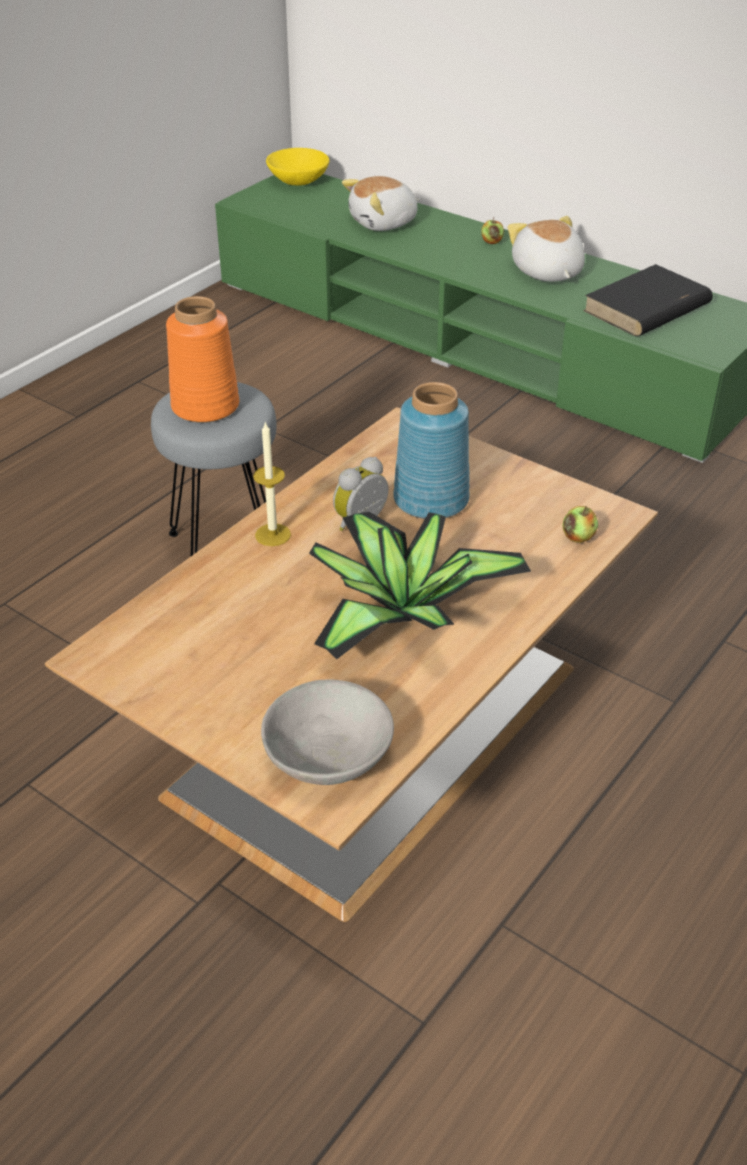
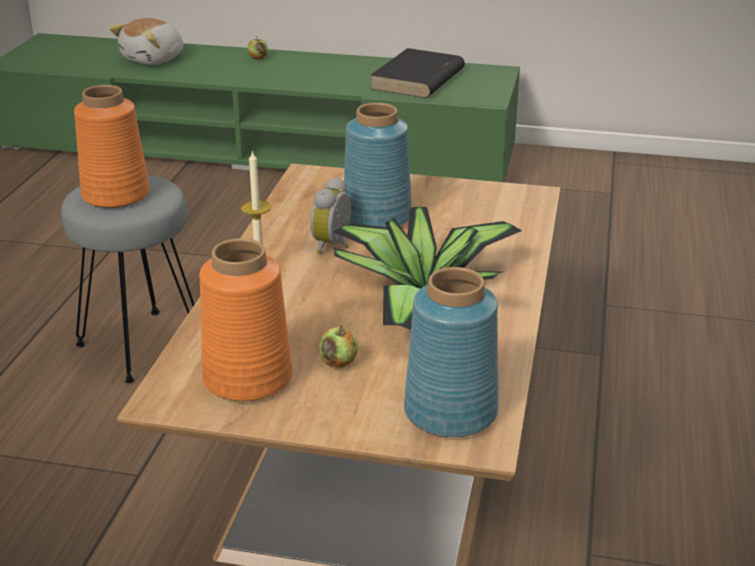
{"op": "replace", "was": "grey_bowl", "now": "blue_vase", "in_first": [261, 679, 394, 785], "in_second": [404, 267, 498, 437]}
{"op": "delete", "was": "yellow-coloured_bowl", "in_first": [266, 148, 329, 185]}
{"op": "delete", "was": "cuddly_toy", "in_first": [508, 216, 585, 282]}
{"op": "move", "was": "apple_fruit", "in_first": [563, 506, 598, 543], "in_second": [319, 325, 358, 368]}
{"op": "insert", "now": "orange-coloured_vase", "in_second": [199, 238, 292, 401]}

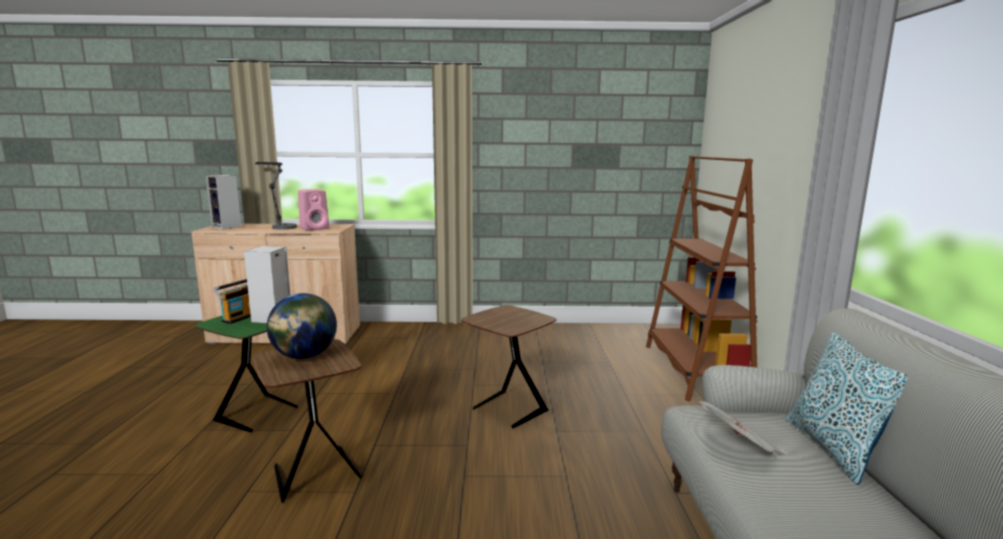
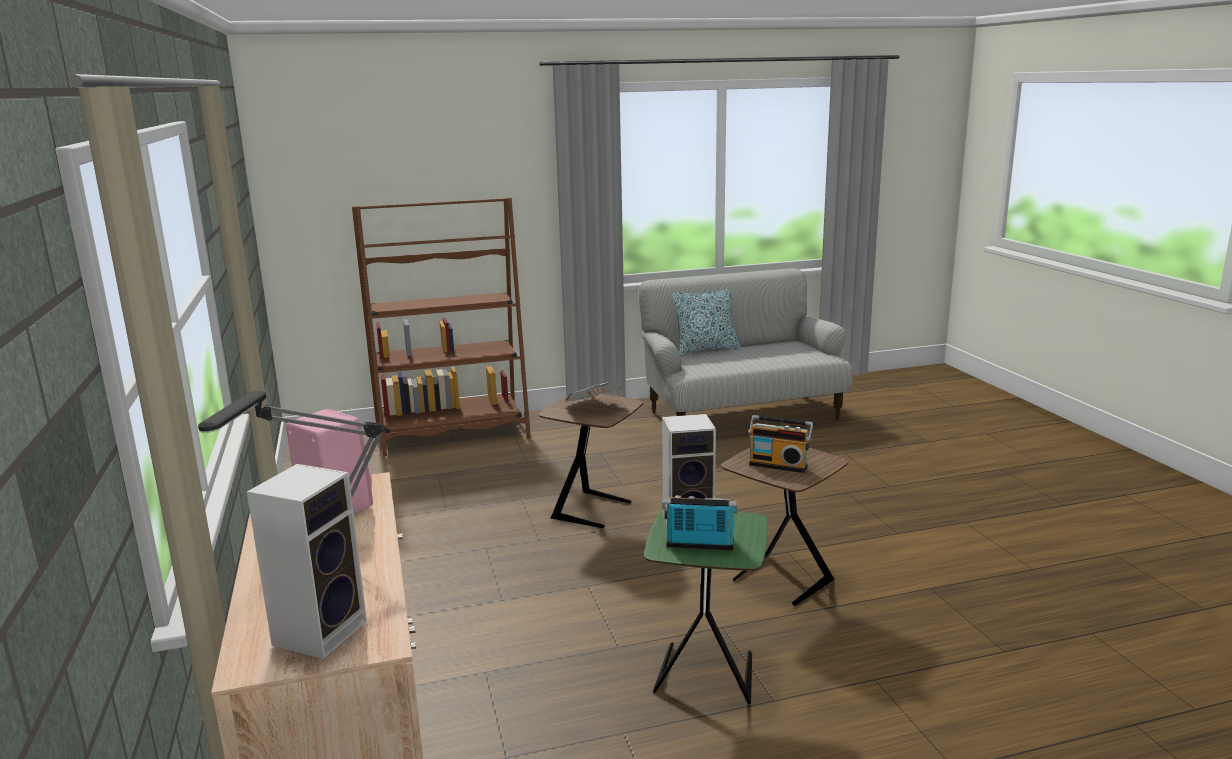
{"op": "replace", "was": "world_globe", "now": "radio_receiver", "in_first": [267, 293, 337, 359], "in_second": [748, 415, 813, 473]}
{"op": "move", "was": "printed_paper", "in_first": [699, 401, 788, 455], "in_second": [564, 381, 624, 402]}

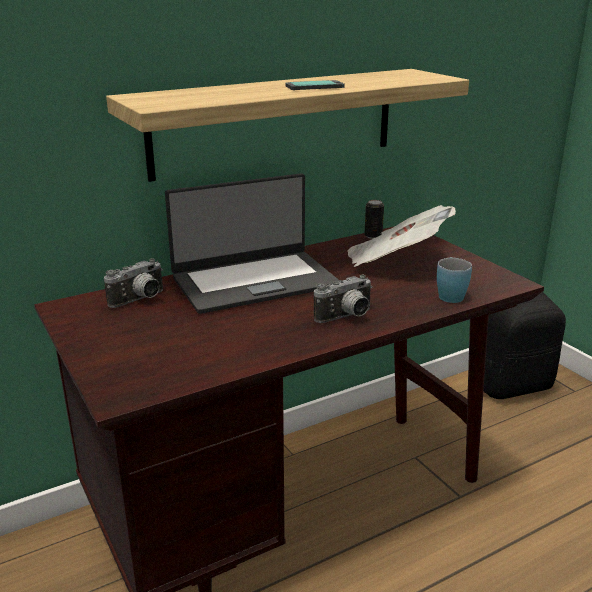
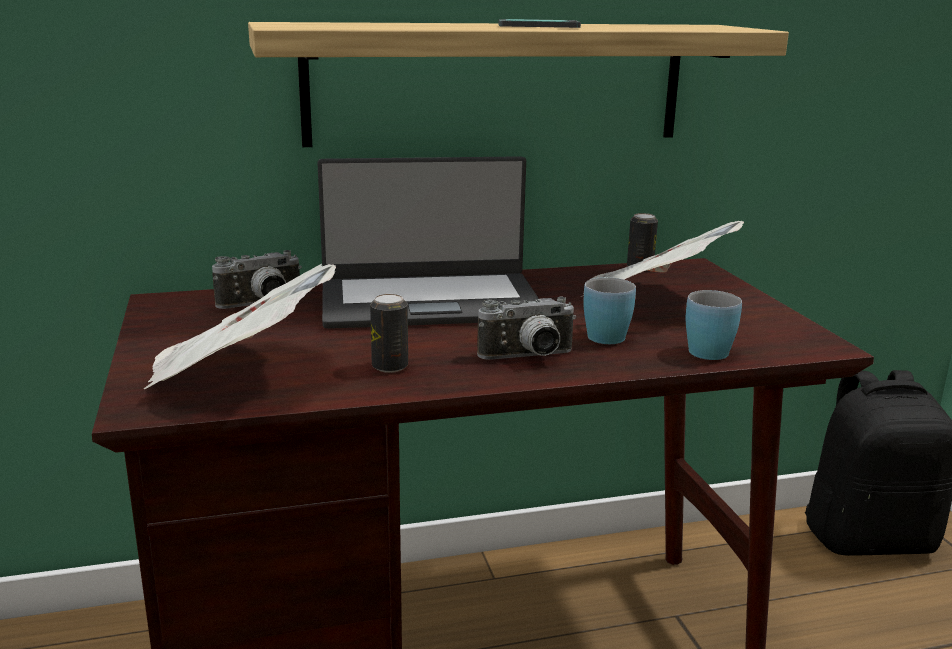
{"op": "insert", "now": "printed_paper", "in_second": [144, 264, 336, 389]}
{"op": "insert", "now": "can", "in_second": [370, 294, 408, 373]}
{"op": "insert", "now": "blue_coffee_mug", "in_second": [583, 277, 636, 344]}

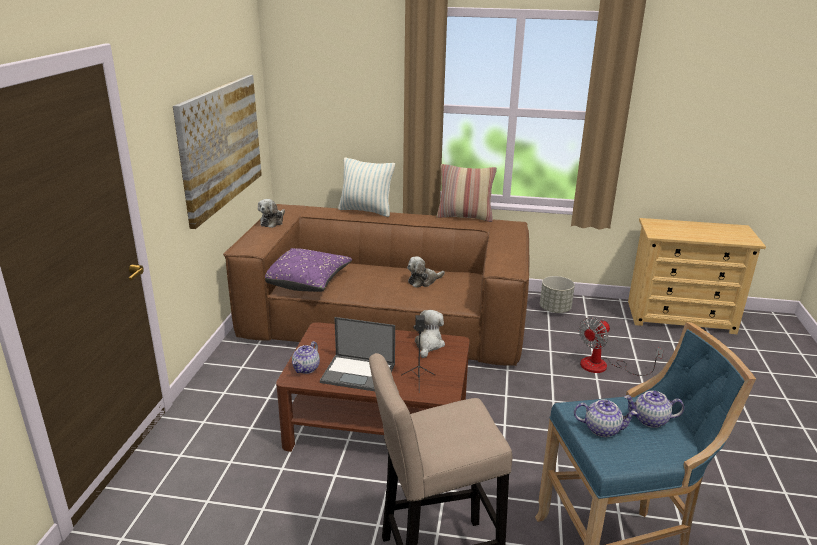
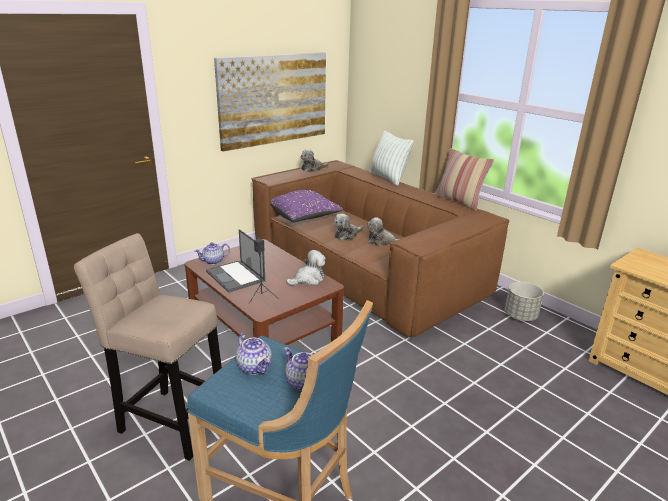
{"op": "delete", "was": "electric_fan", "in_first": [579, 317, 664, 376]}
{"op": "insert", "now": "cuddly_toy", "in_second": [334, 214, 364, 241]}

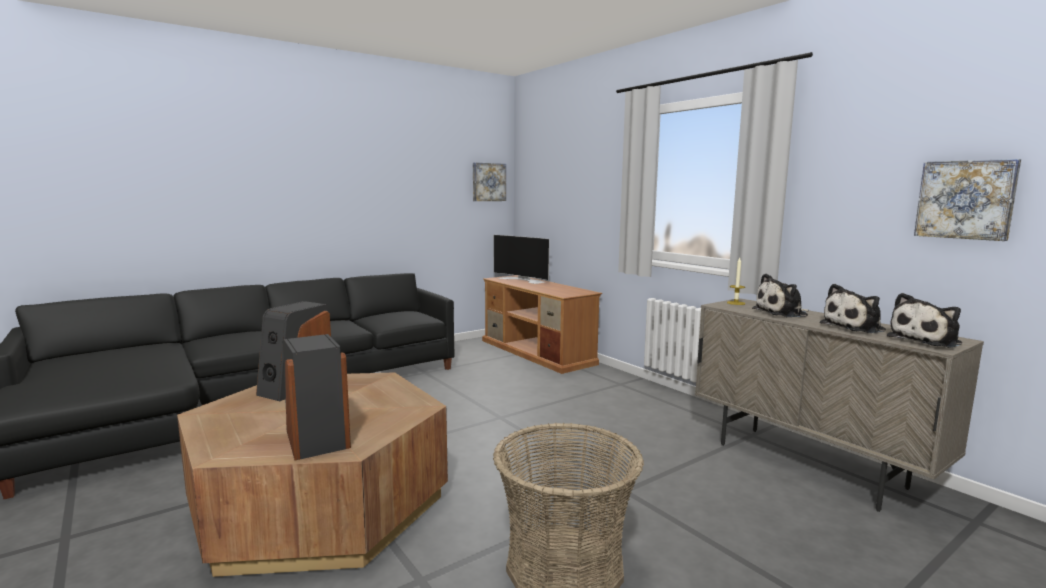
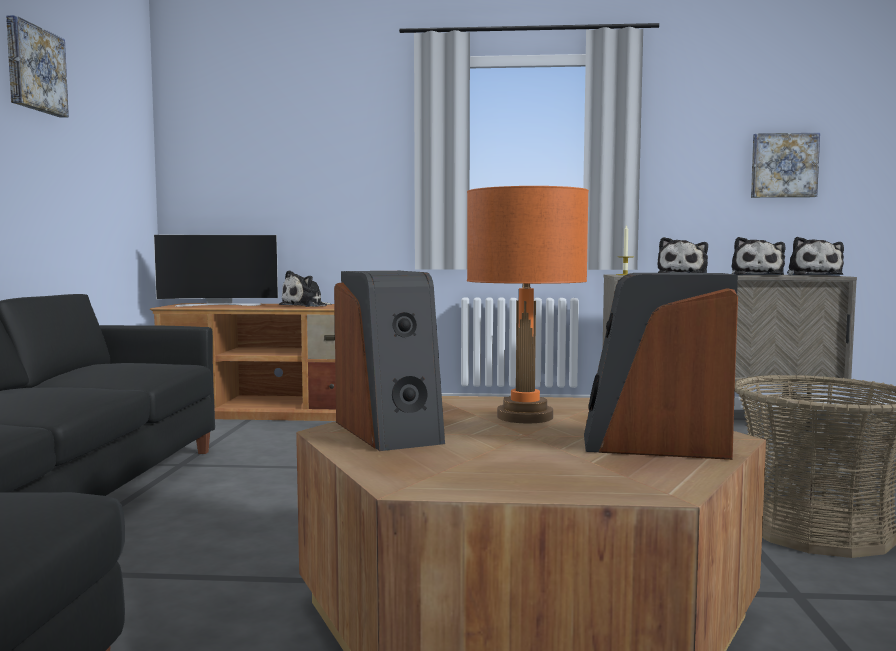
{"op": "move", "was": "picture", "in_first": [473, 163, 506, 201], "in_second": [6, 15, 69, 118]}
{"op": "insert", "now": "cuddly_toy", "in_second": [279, 270, 332, 307]}
{"op": "insert", "now": "orange-coloured_lamp_for_a_table", "in_second": [467, 186, 589, 423]}

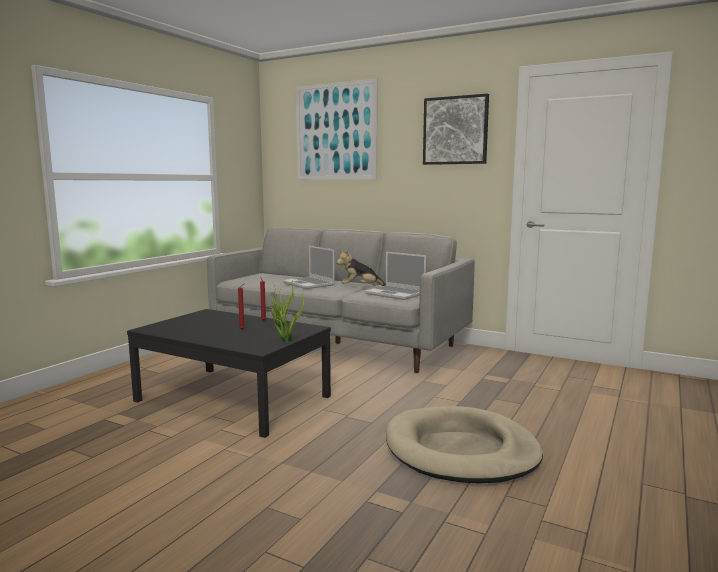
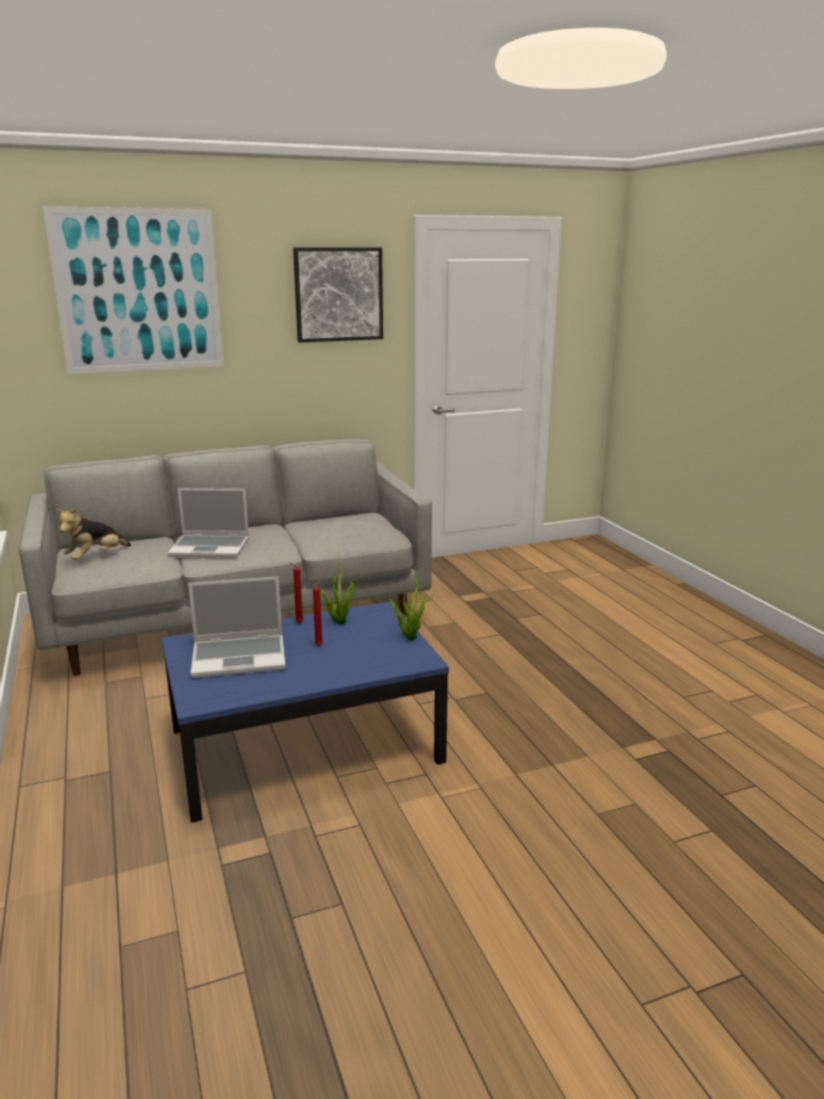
{"op": "recolor", "was": "black_lounge_table", "now": "blue_lounge_table", "in_first": [127, 309, 331, 438], "in_second": [161, 602, 449, 823]}
{"op": "move", "was": "cuddly_toy", "in_first": [337, 250, 386, 286], "in_second": [56, 508, 131, 560]}
{"op": "move", "was": "notebook_computer", "in_first": [365, 252, 426, 300], "in_second": [188, 576, 285, 678]}
{"op": "delete", "was": "beige-coloured_dog_cushion", "in_first": [386, 406, 543, 484]}

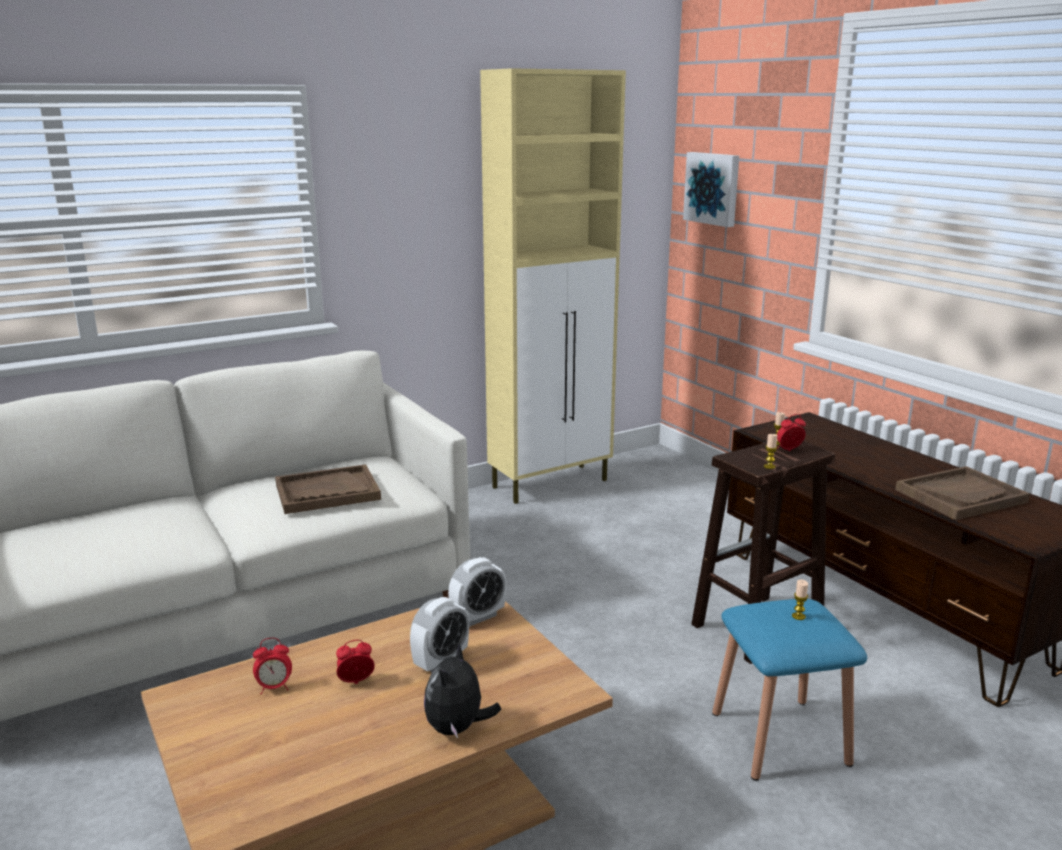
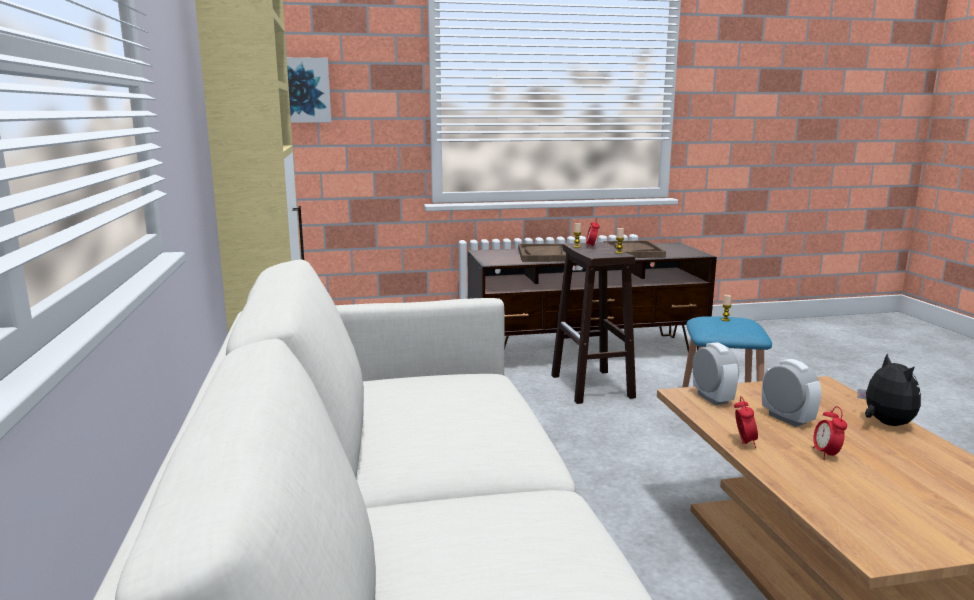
{"op": "move", "was": "alarm_clock", "in_first": [253, 638, 292, 695], "in_second": [734, 396, 758, 448]}
{"op": "move", "was": "brown-coloured_serving_tray", "in_first": [275, 464, 381, 514], "in_second": [518, 244, 566, 262]}
{"op": "rotate", "was": "cuddly_toy", "in_first": [424, 643, 501, 738], "in_second": [858, 354, 921, 426], "clockwise": -135}

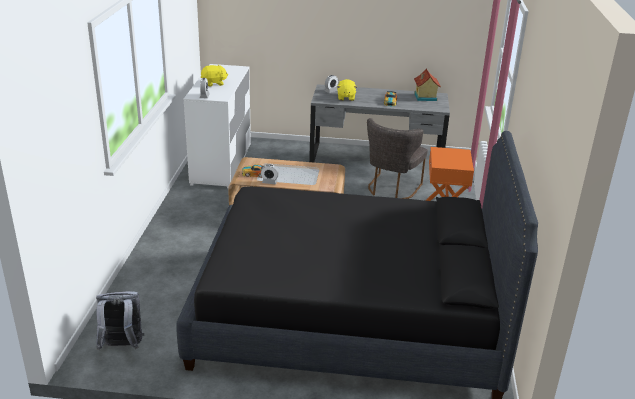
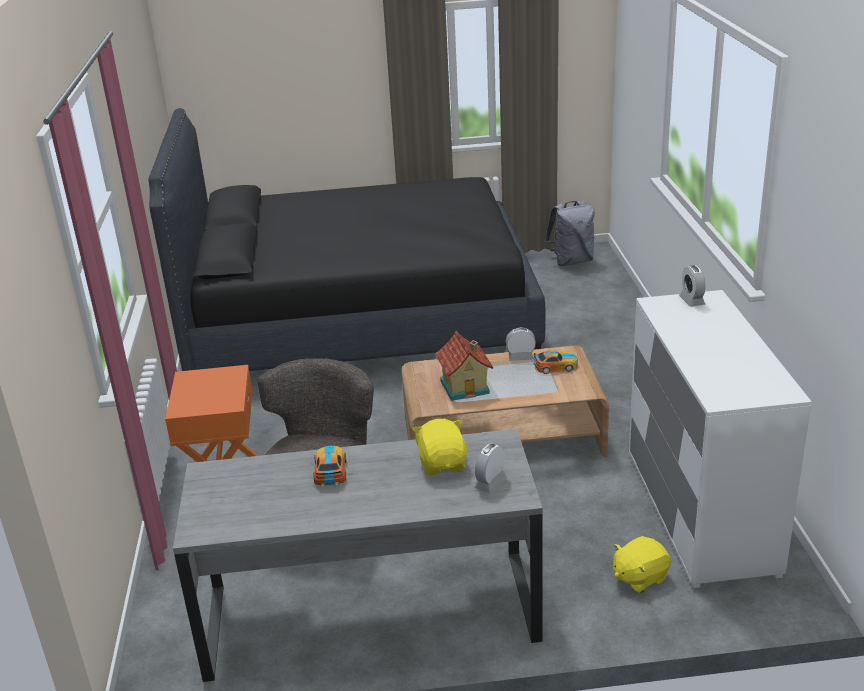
{"op": "move", "was": "yellow-coloured_cuddly_toy", "in_first": [201, 65, 229, 87], "in_second": [613, 536, 671, 593]}
{"op": "move", "was": "toy_house", "in_first": [414, 68, 441, 101], "in_second": [435, 331, 493, 401]}

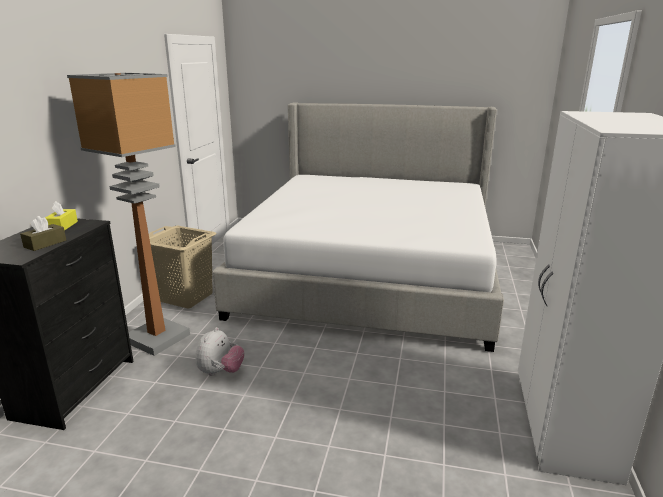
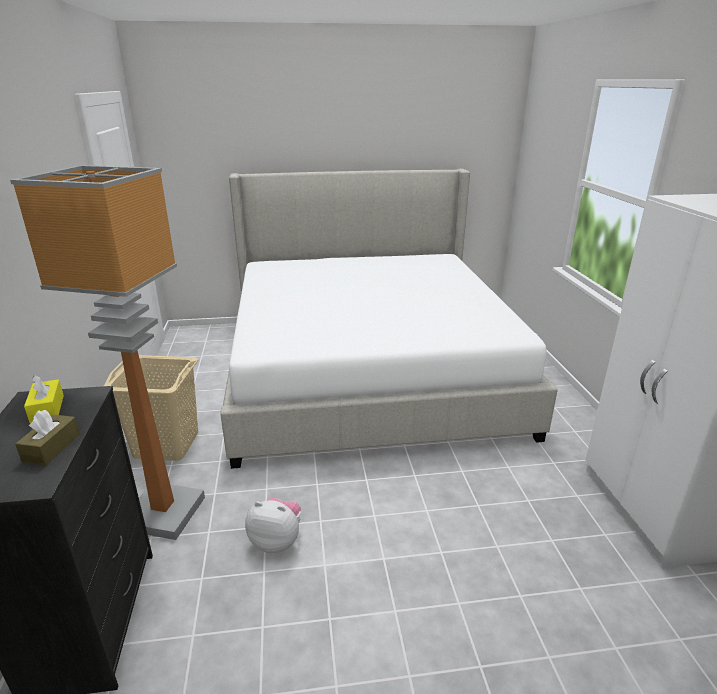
{"op": "rotate", "was": "cuddly_toy", "in_first": [195, 327, 244, 376], "in_second": [245, 497, 301, 553], "clockwise": -75}

